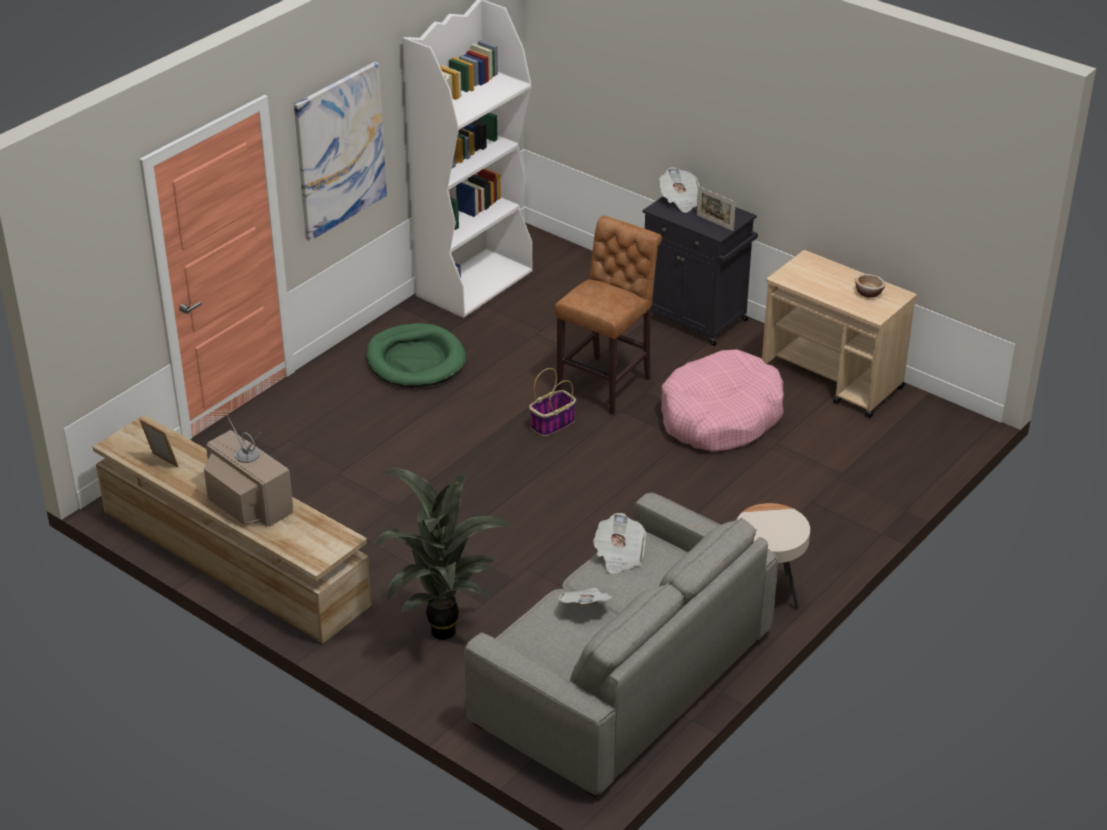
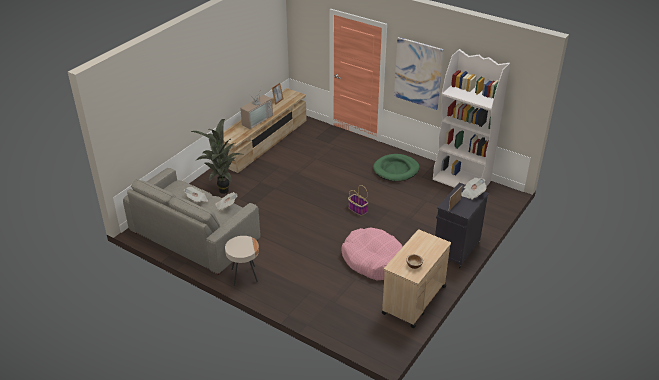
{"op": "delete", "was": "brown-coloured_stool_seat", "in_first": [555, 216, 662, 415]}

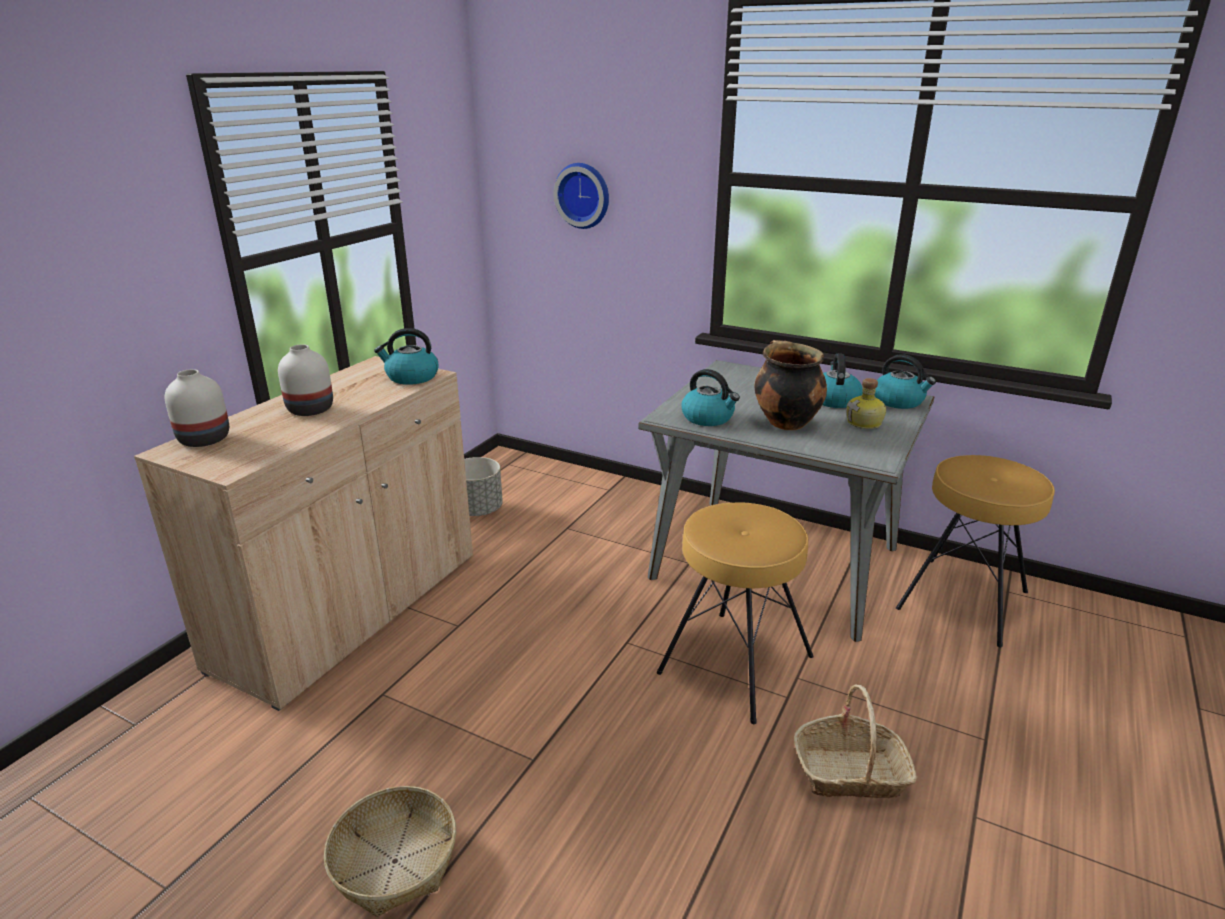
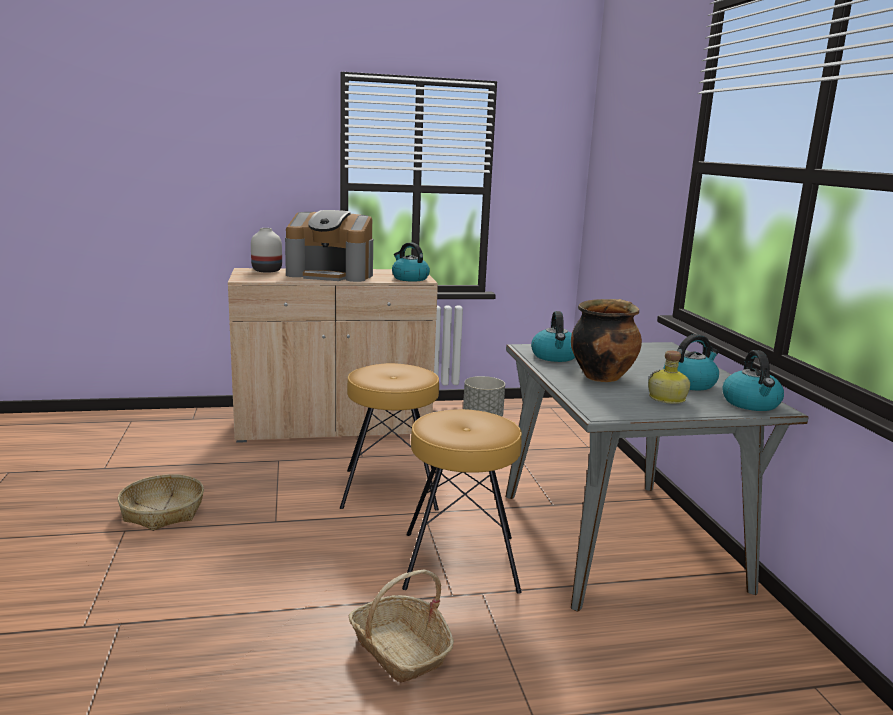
{"op": "replace", "was": "white-coloured_vase", "now": "coffee_machine", "in_first": [278, 344, 333, 416], "in_second": [285, 210, 373, 282]}
{"op": "delete", "was": "wall_clock", "in_first": [553, 163, 609, 229]}
{"op": "move", "was": "brown-coloured_stool_seat", "in_first": [896, 455, 1055, 647], "in_second": [340, 363, 439, 511]}

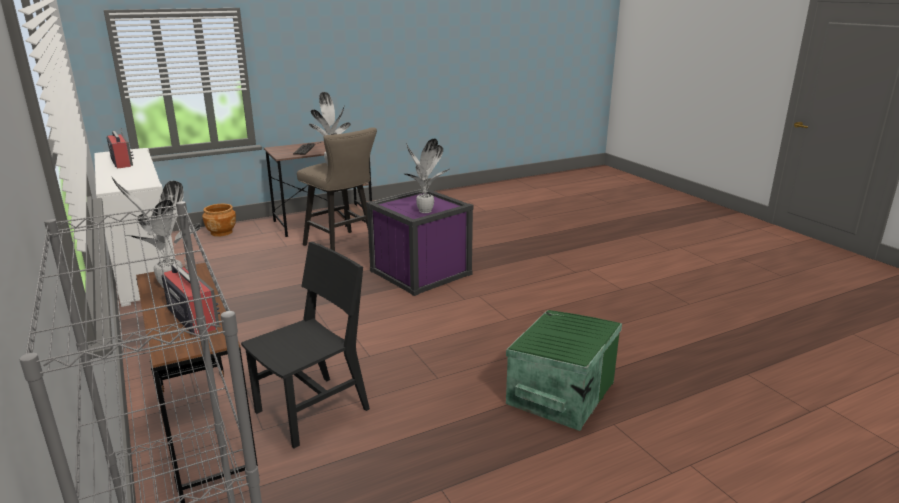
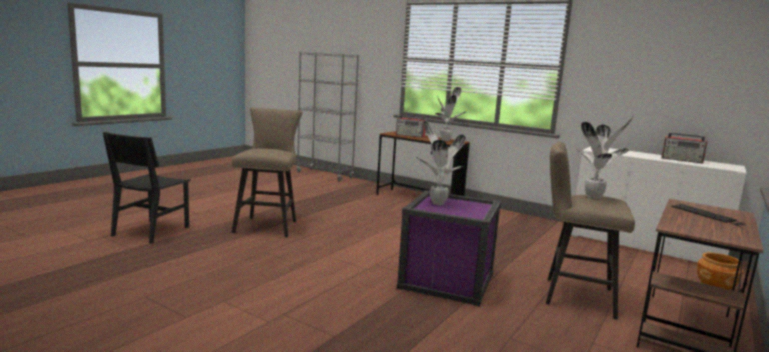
{"op": "move", "was": "black_plain_chair", "in_first": [241, 242, 370, 448], "in_second": [103, 132, 190, 244]}
{"op": "replace", "was": "green_storage_container", "now": "beige-coloured_stool_seat", "in_first": [506, 310, 622, 431], "in_second": [231, 108, 303, 237]}

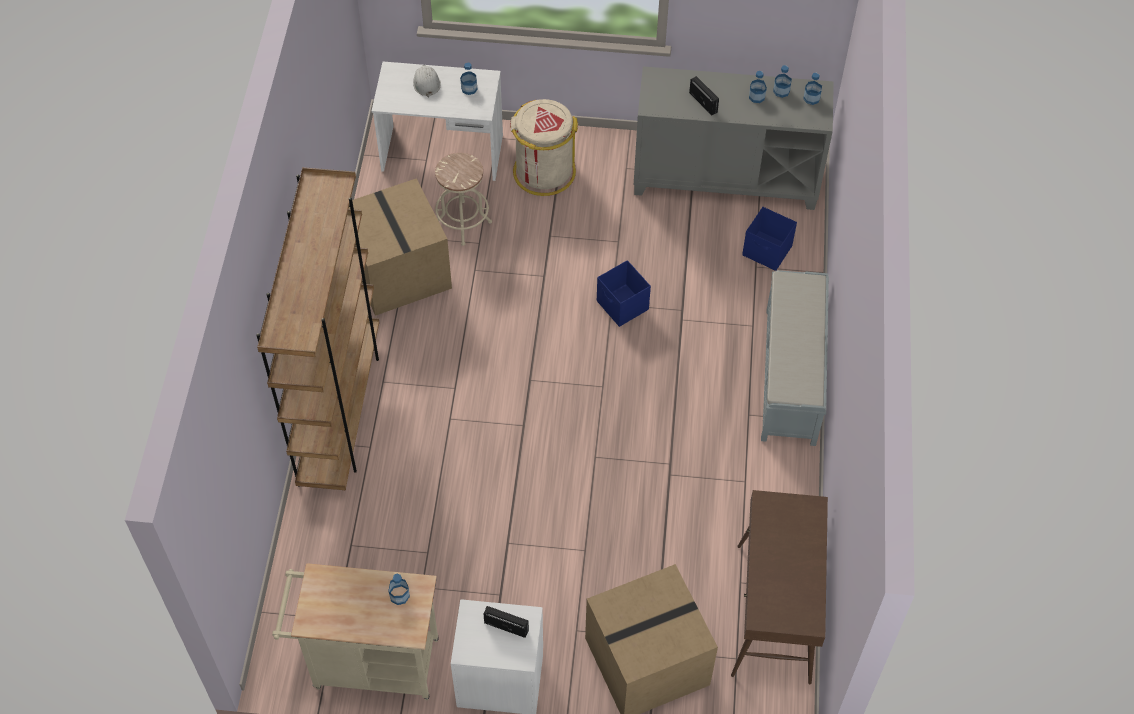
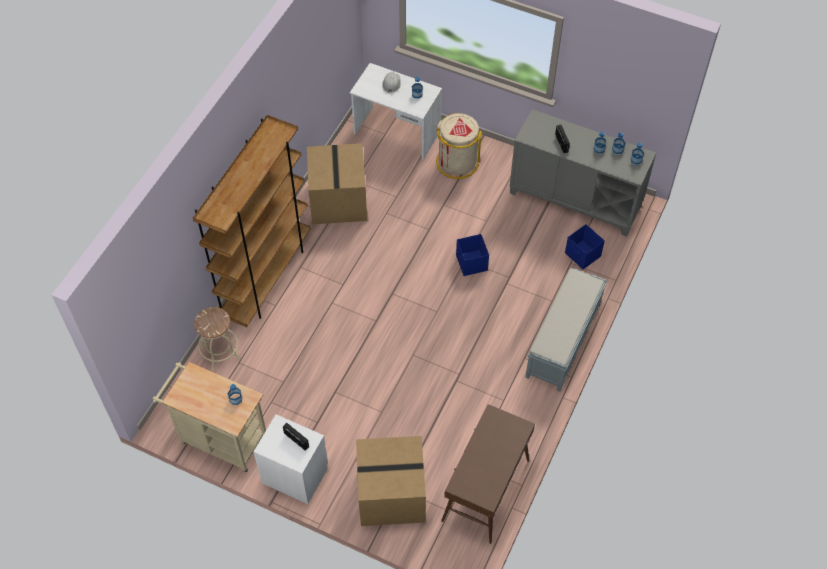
{"op": "move", "was": "beige-coloured_stool_seat", "in_first": [435, 153, 492, 246], "in_second": [194, 307, 241, 371]}

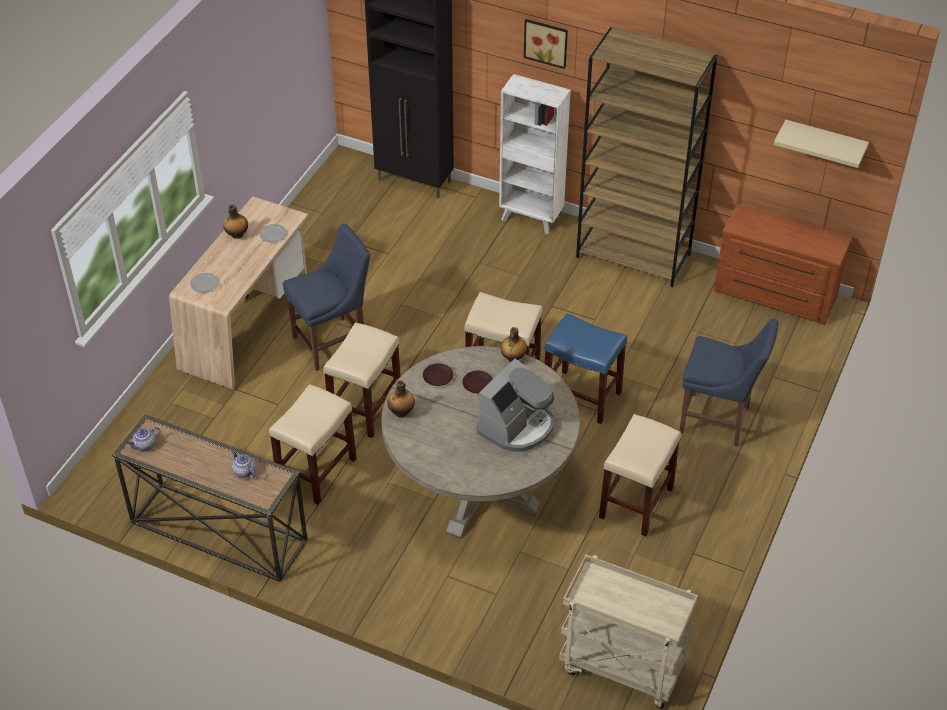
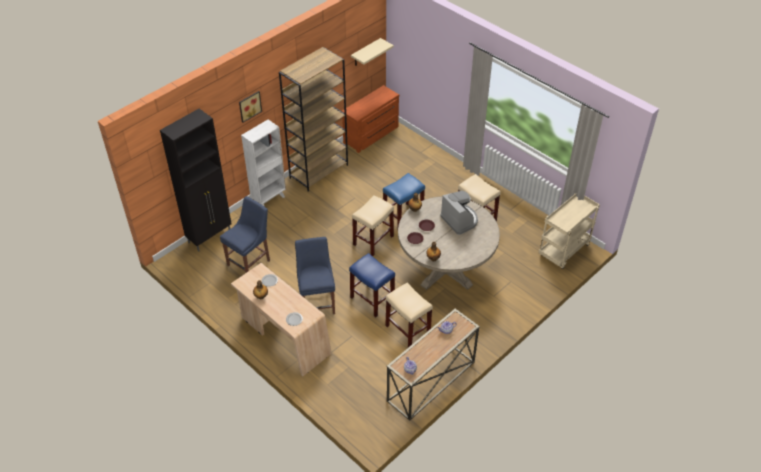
{"op": "recolor", "was": "beige-coloured_stool_seat", "now": "blue_stool_seat", "in_first": [323, 322, 401, 438], "in_second": [349, 253, 395, 318]}
{"op": "move", "was": "blue_plain_chair", "in_first": [680, 319, 778, 447], "in_second": [220, 196, 270, 273]}

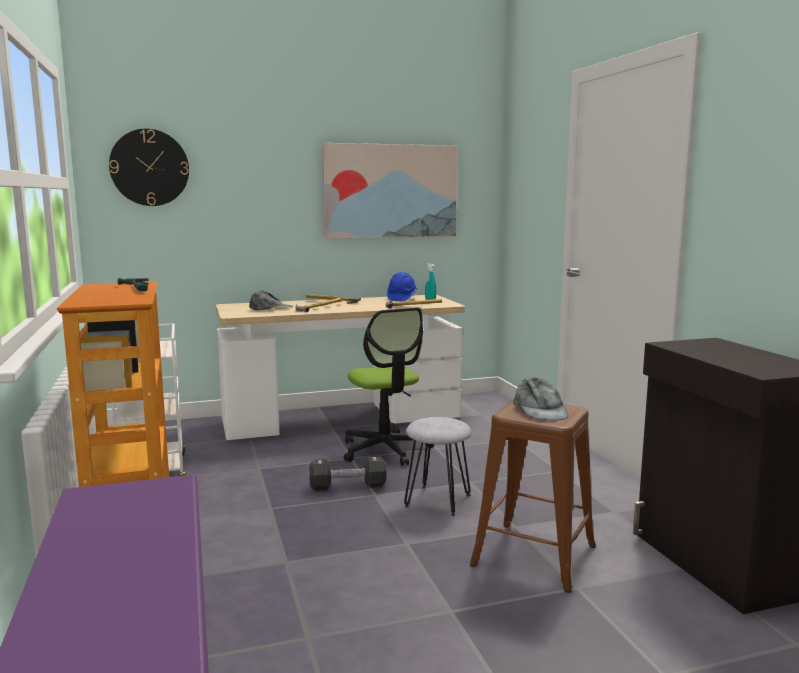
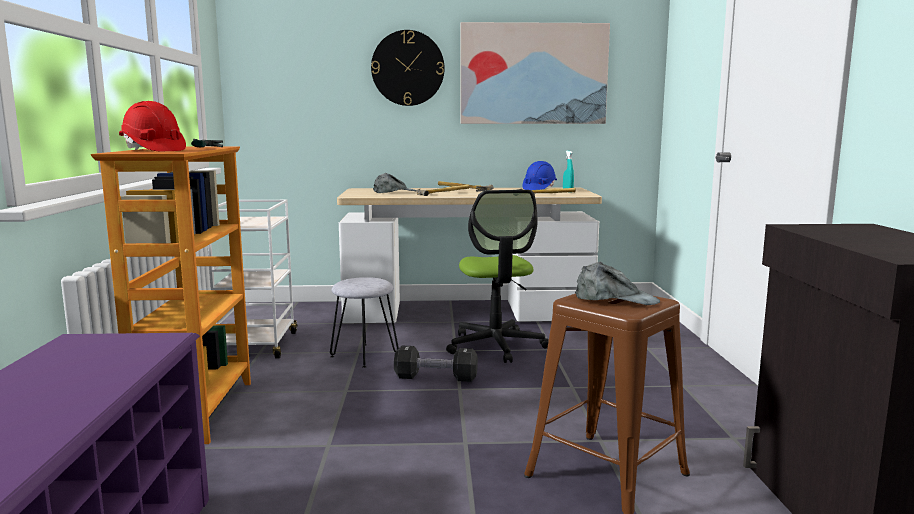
{"op": "move", "was": "wall_clock", "in_first": [109, 129, 189, 206], "in_second": [371, 30, 445, 106]}
{"op": "move", "was": "grey_stool_seat", "in_first": [404, 417, 472, 516], "in_second": [330, 277, 399, 368]}
{"op": "rotate", "was": "grey_baseball_cap", "in_first": [513, 377, 568, 420], "in_second": [575, 262, 660, 305], "clockwise": -75}
{"op": "insert", "now": "red-coloured_safety_helmet", "in_second": [119, 101, 186, 151]}

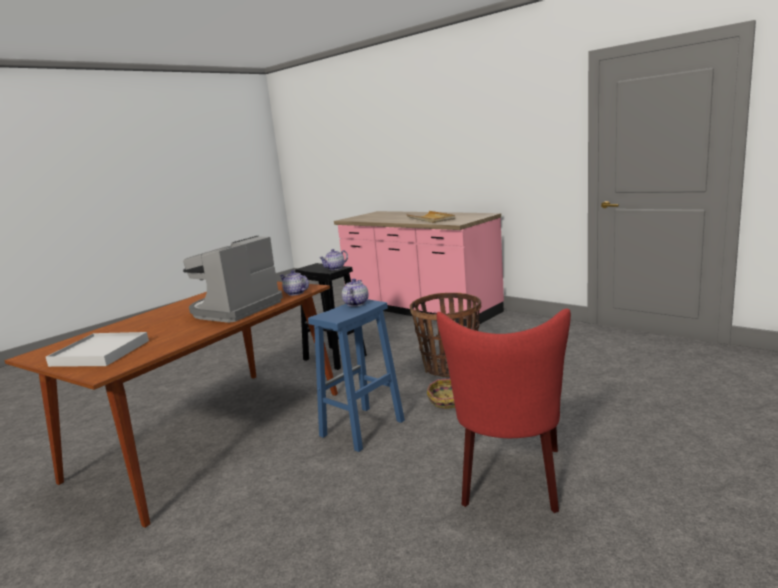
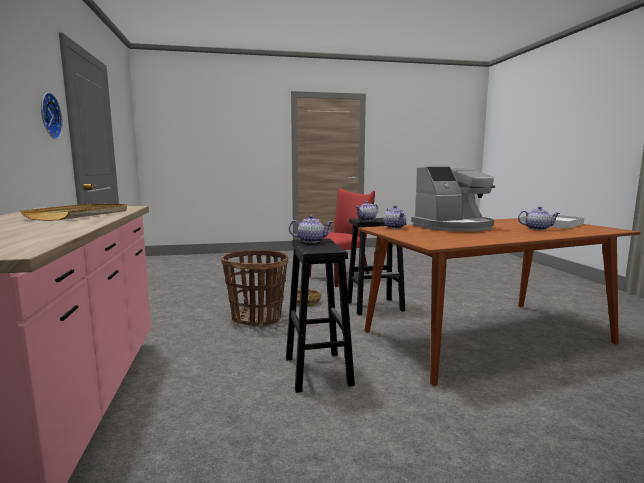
{"op": "recolor", "was": "blue_stool_seat", "now": "black_stool_seat", "in_first": [308, 300, 405, 452], "in_second": [347, 218, 406, 315]}
{"op": "insert", "now": "wall_clock", "in_second": [41, 92, 63, 139]}
{"op": "insert", "now": "pot_for_tea", "in_second": [518, 206, 560, 230]}

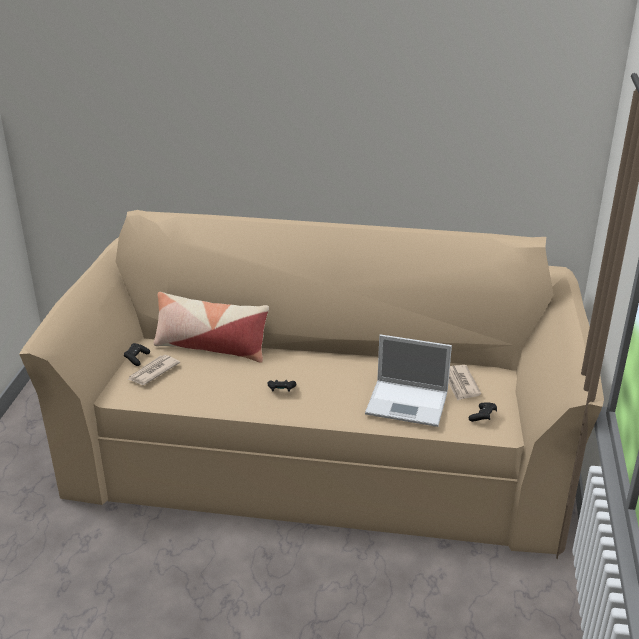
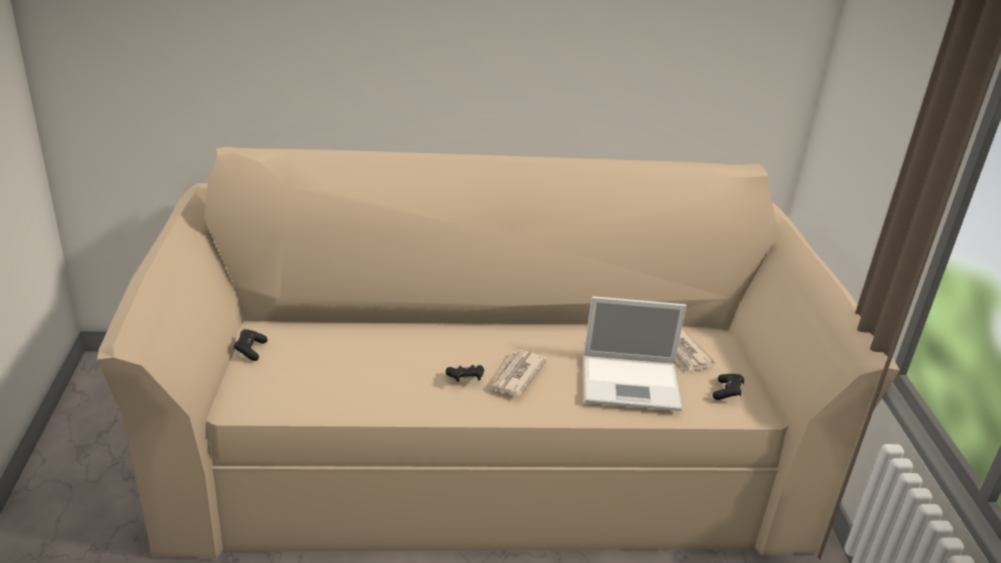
{"op": "move", "was": "printed_paper", "in_first": [128, 355, 180, 385], "in_second": [489, 350, 547, 396]}
{"op": "delete", "was": "cushion", "in_first": [154, 292, 269, 362]}

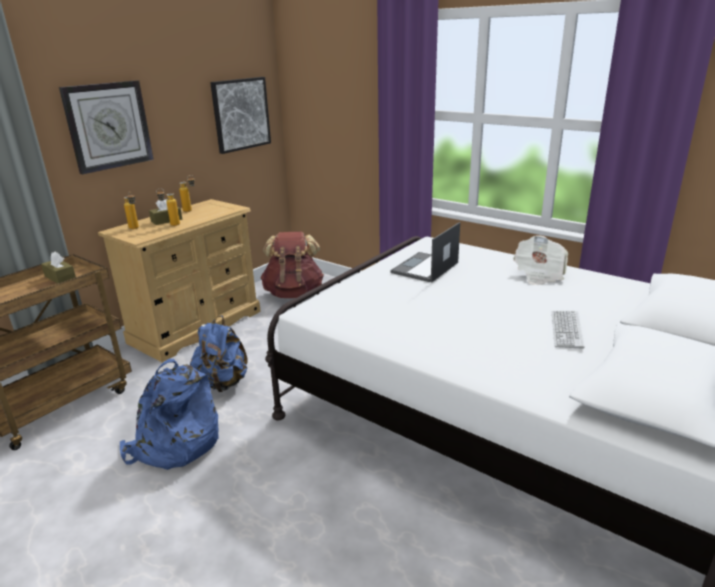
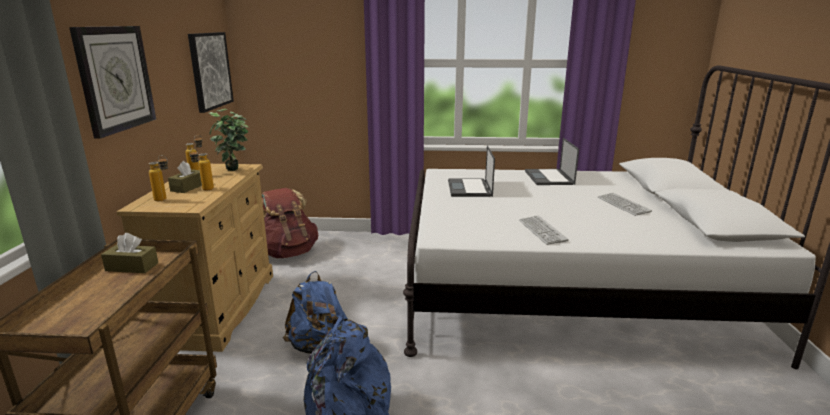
{"op": "replace", "was": "printed_paper", "now": "notebook_computer", "in_first": [513, 235, 569, 285], "in_second": [525, 138, 579, 185]}
{"op": "insert", "now": "plant_in_a_pot", "in_second": [209, 109, 249, 171]}
{"op": "insert", "now": "computer_keyboard", "in_second": [519, 216, 569, 245]}

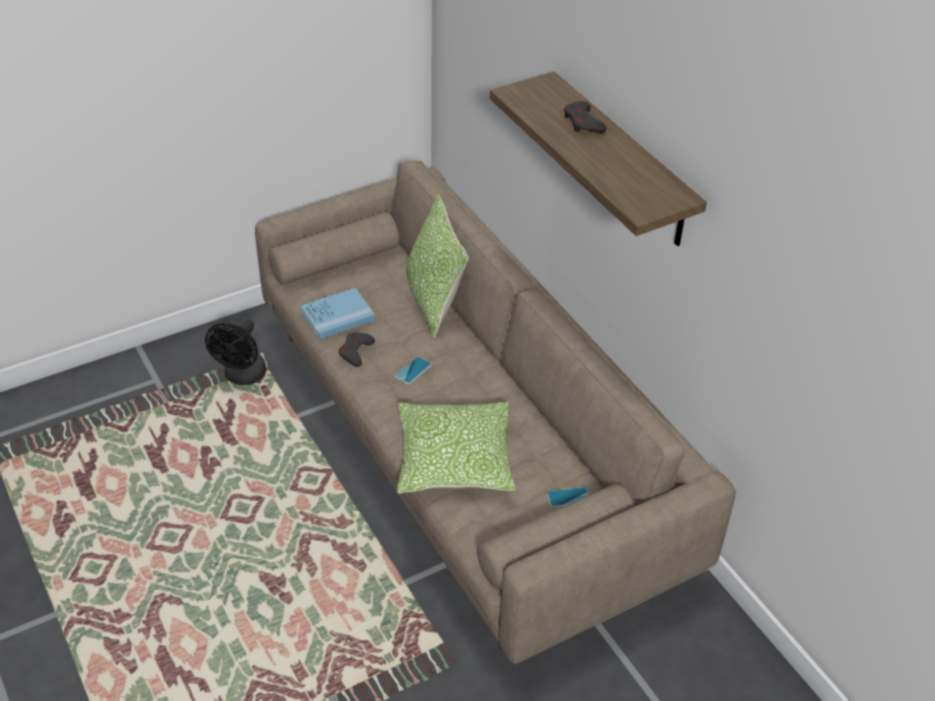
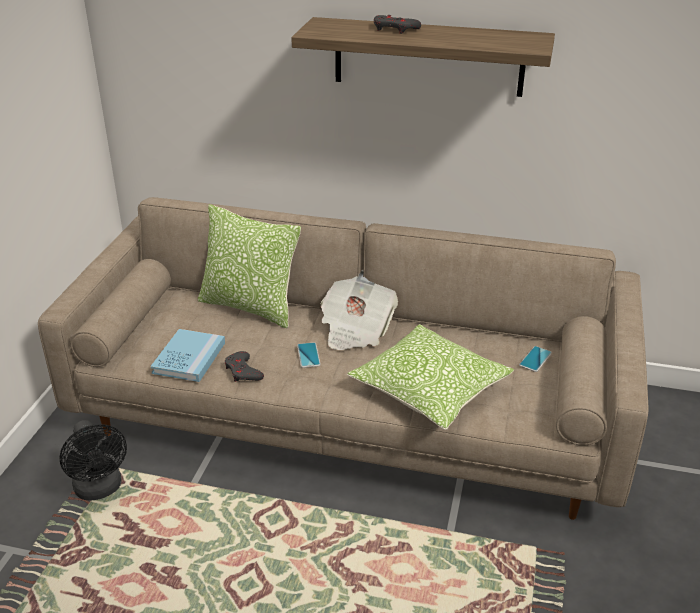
{"op": "insert", "now": "printed_paper", "in_second": [320, 270, 398, 350]}

